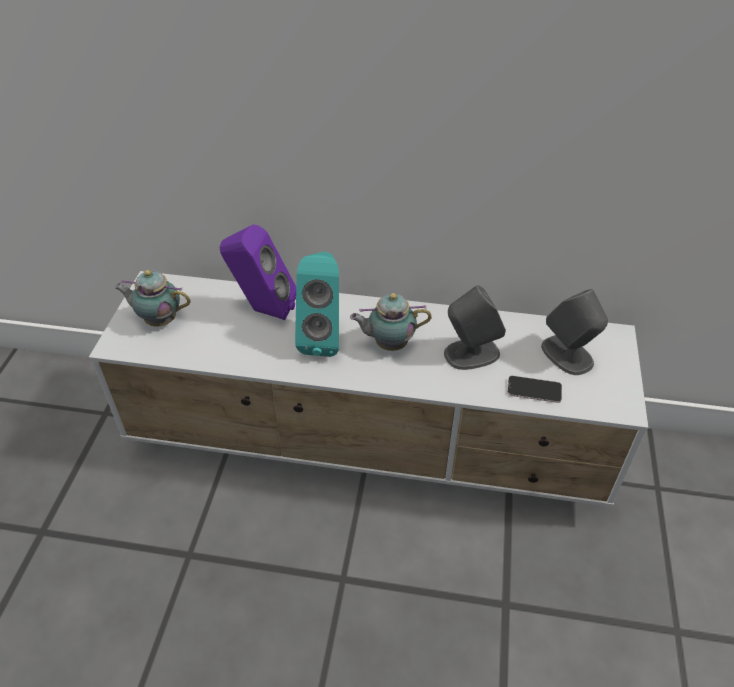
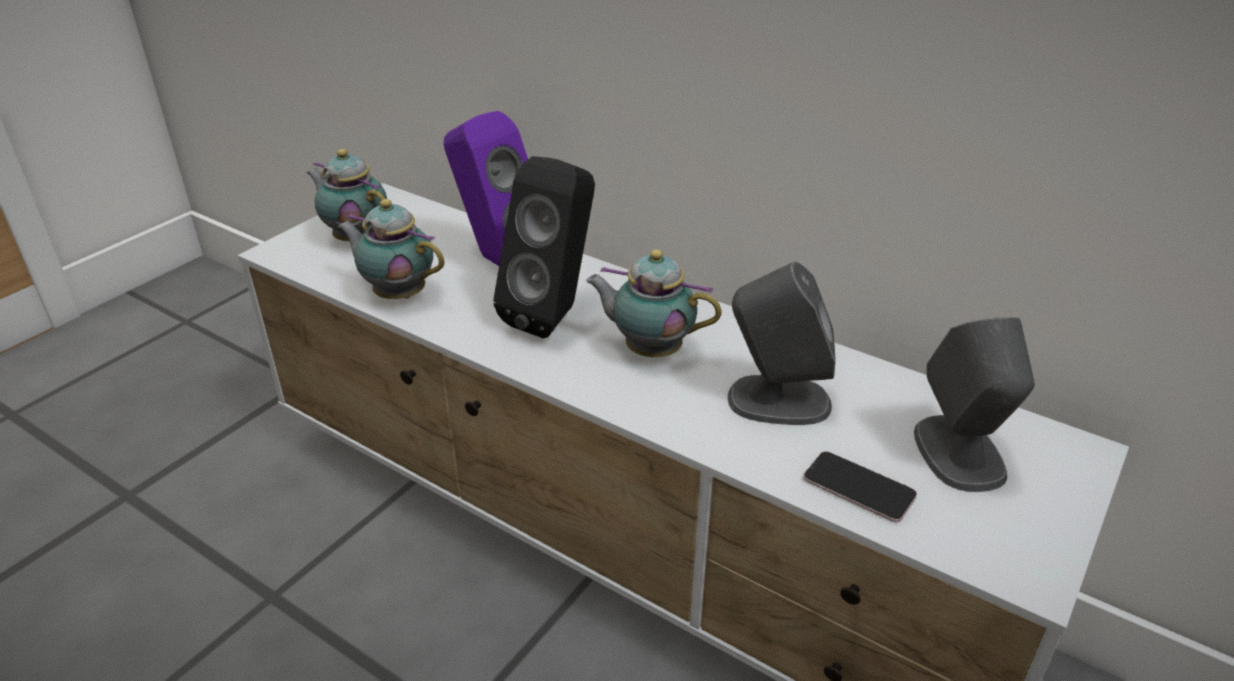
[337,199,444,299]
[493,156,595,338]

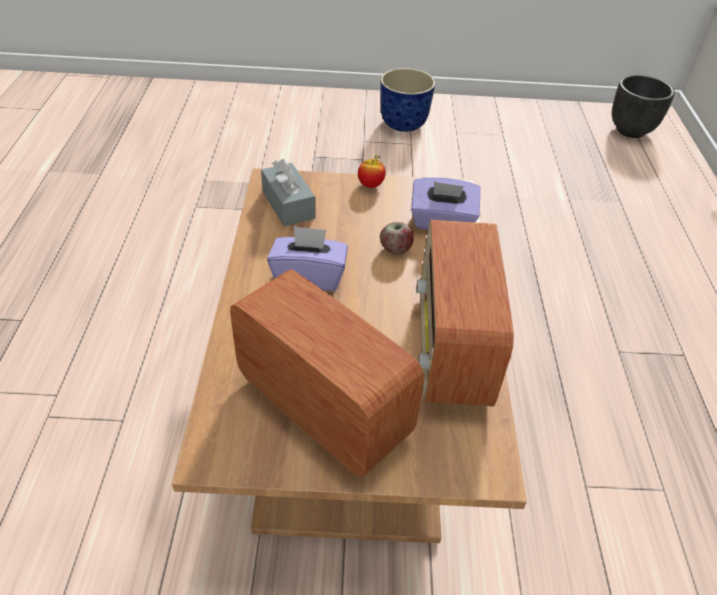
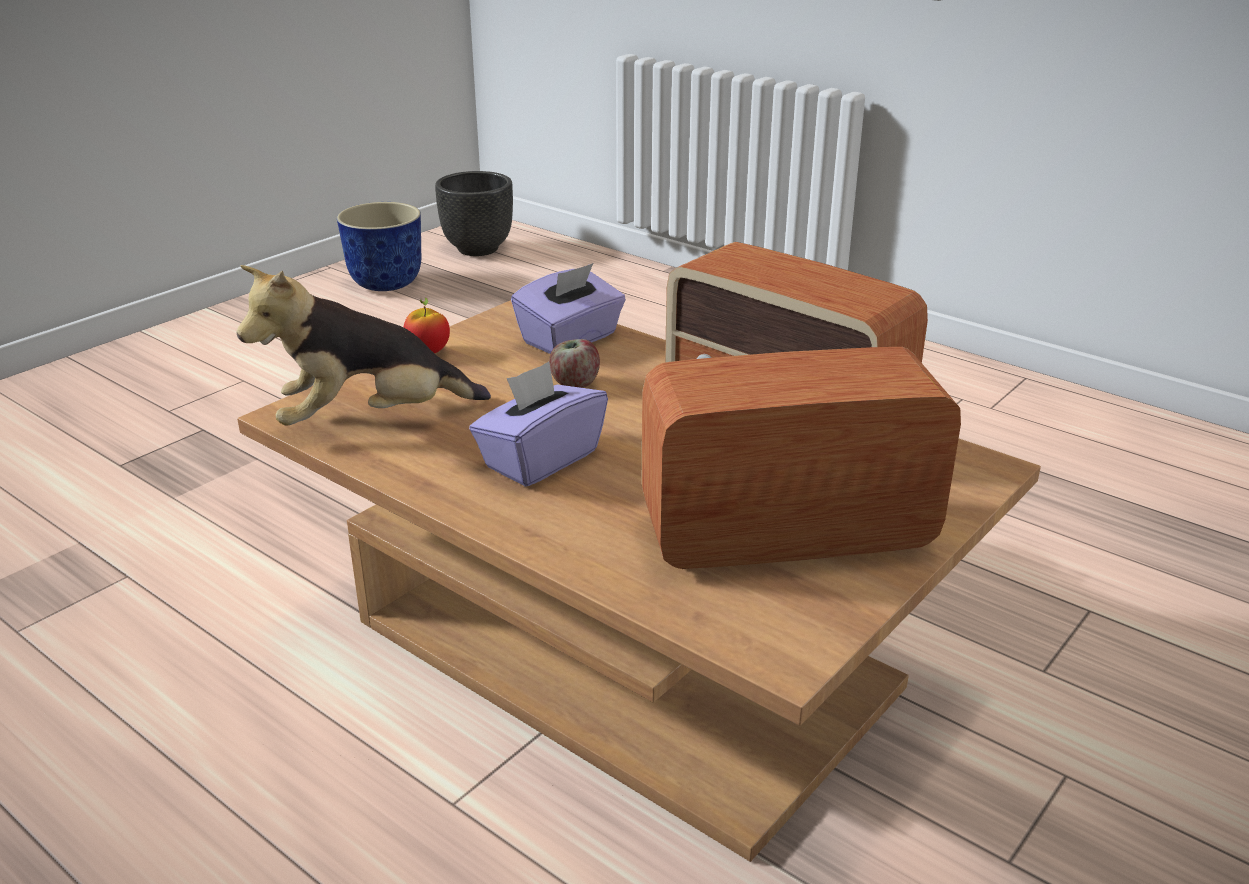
[337,202,421,291]
[237,265,491,426]

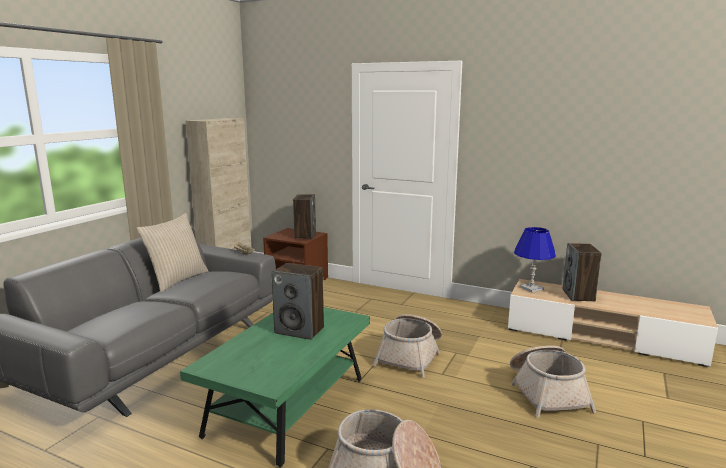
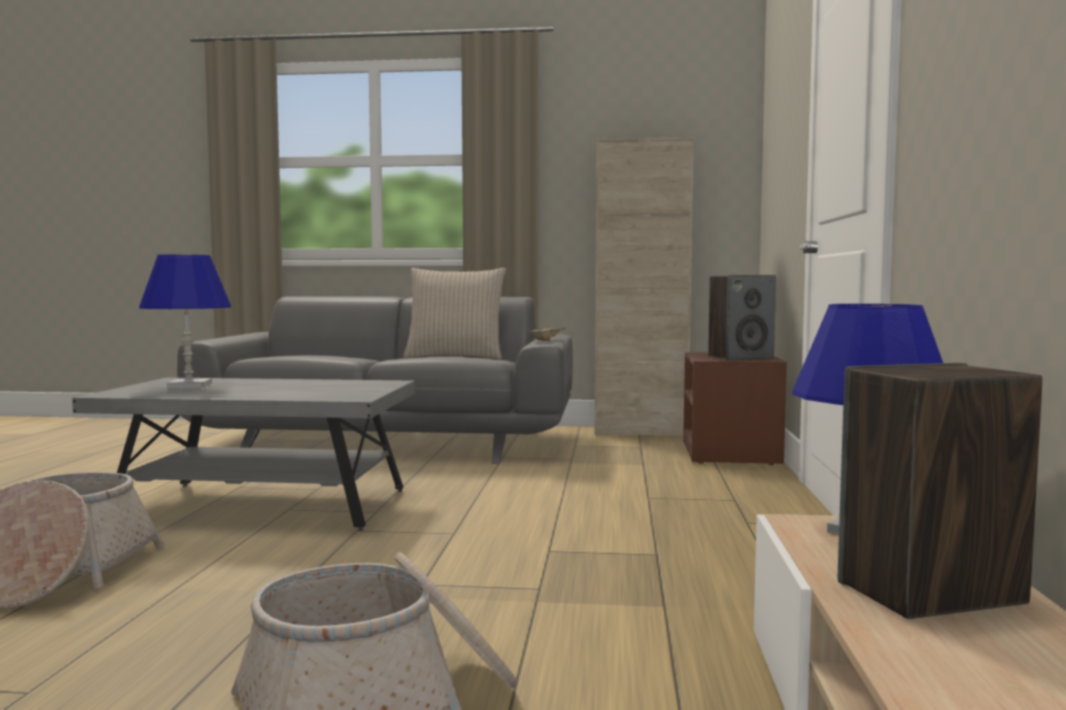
[271,263,324,340] (first image)
[373,314,442,378] (first image)
[139,254,231,388]
[72,377,415,531]

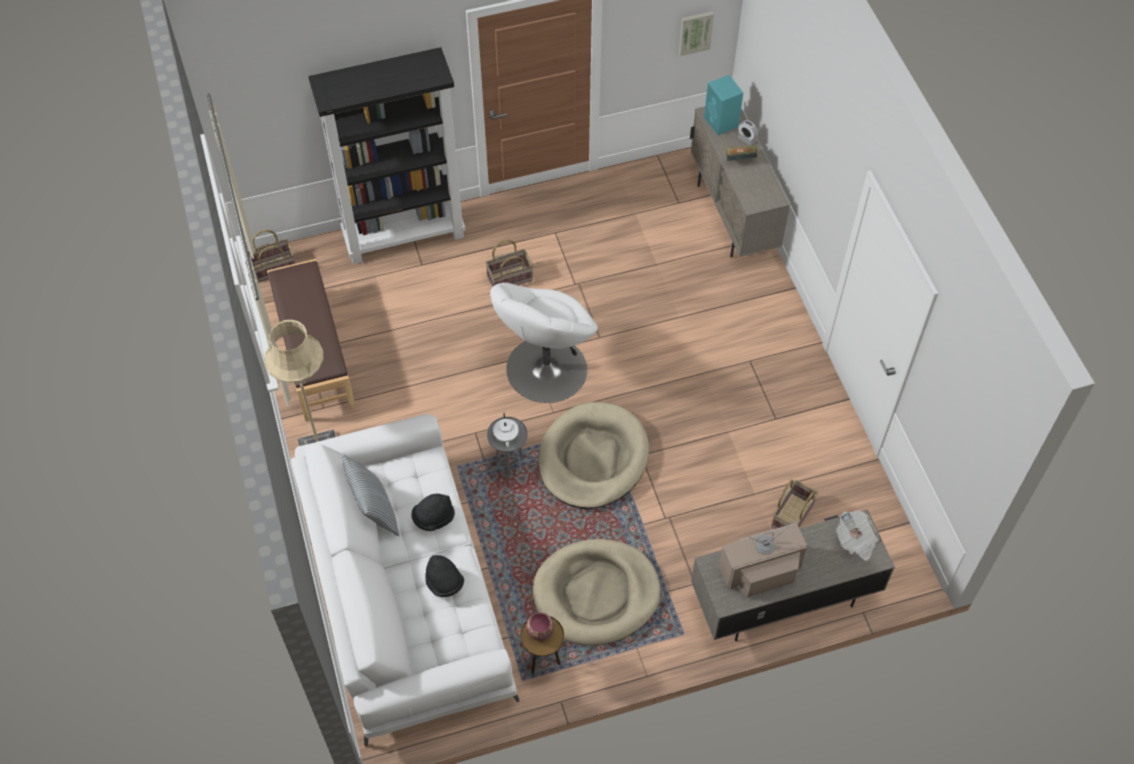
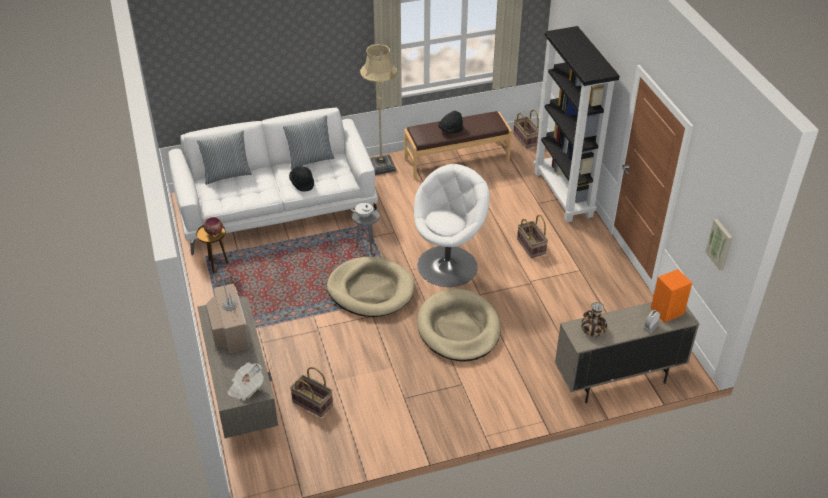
[726,145,757,161] (first image)
[197,130,252,185]
[581,302,607,337]
[438,111,463,134]
[417,288,501,361]
[651,269,692,323]
[414,164,490,287]

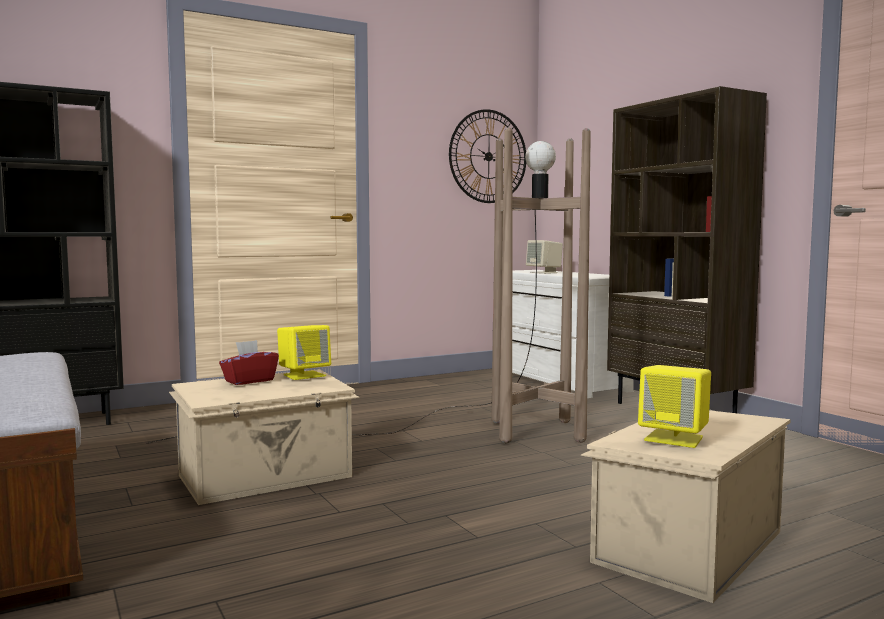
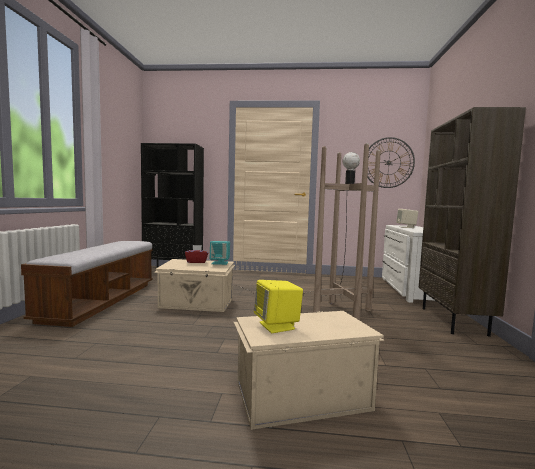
[210,241,230,265]

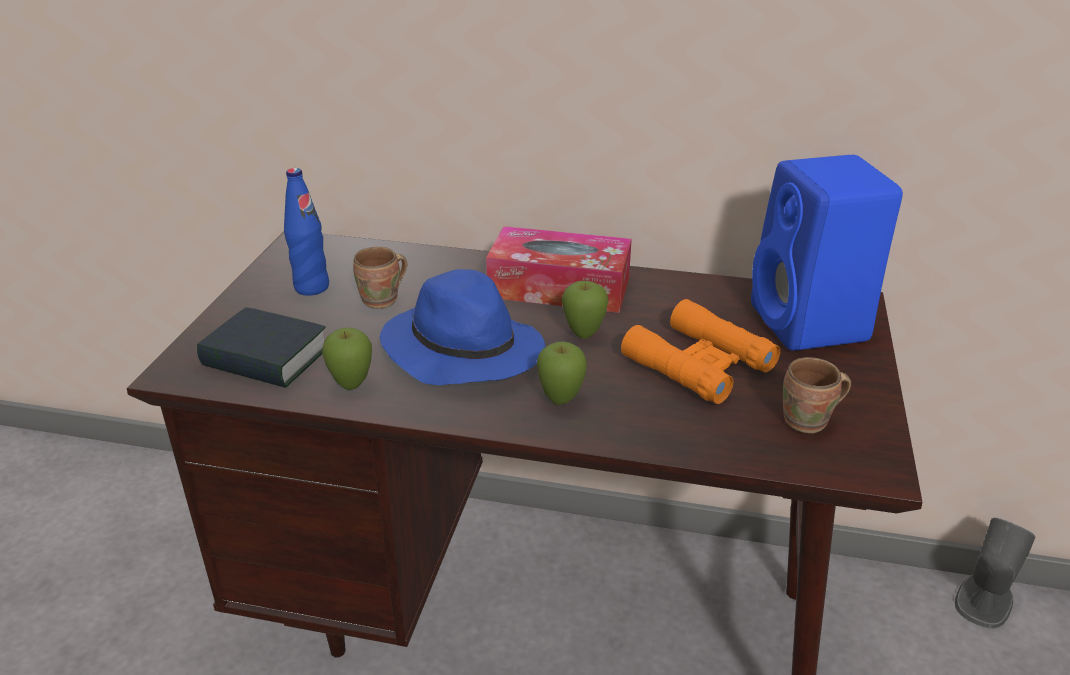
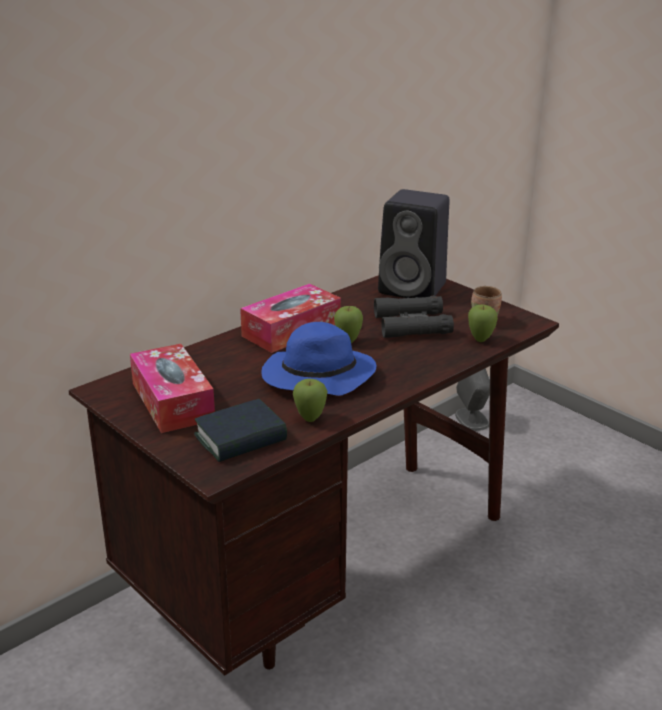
[353,247,407,309] (first image)
[468,305,498,342]
[130,344,215,433]
[374,296,454,338]
[378,189,449,298]

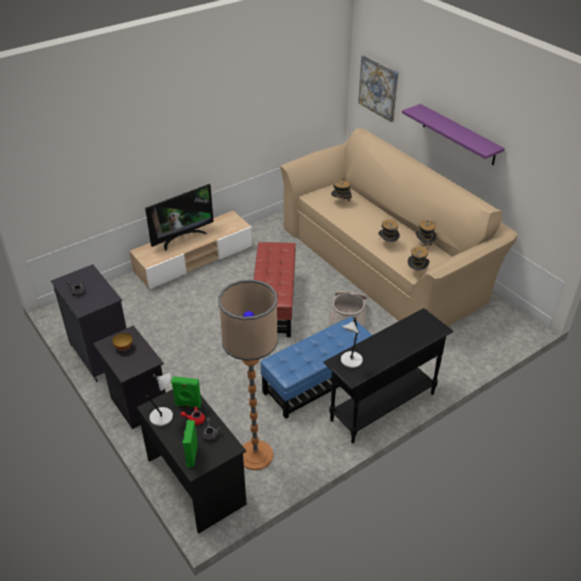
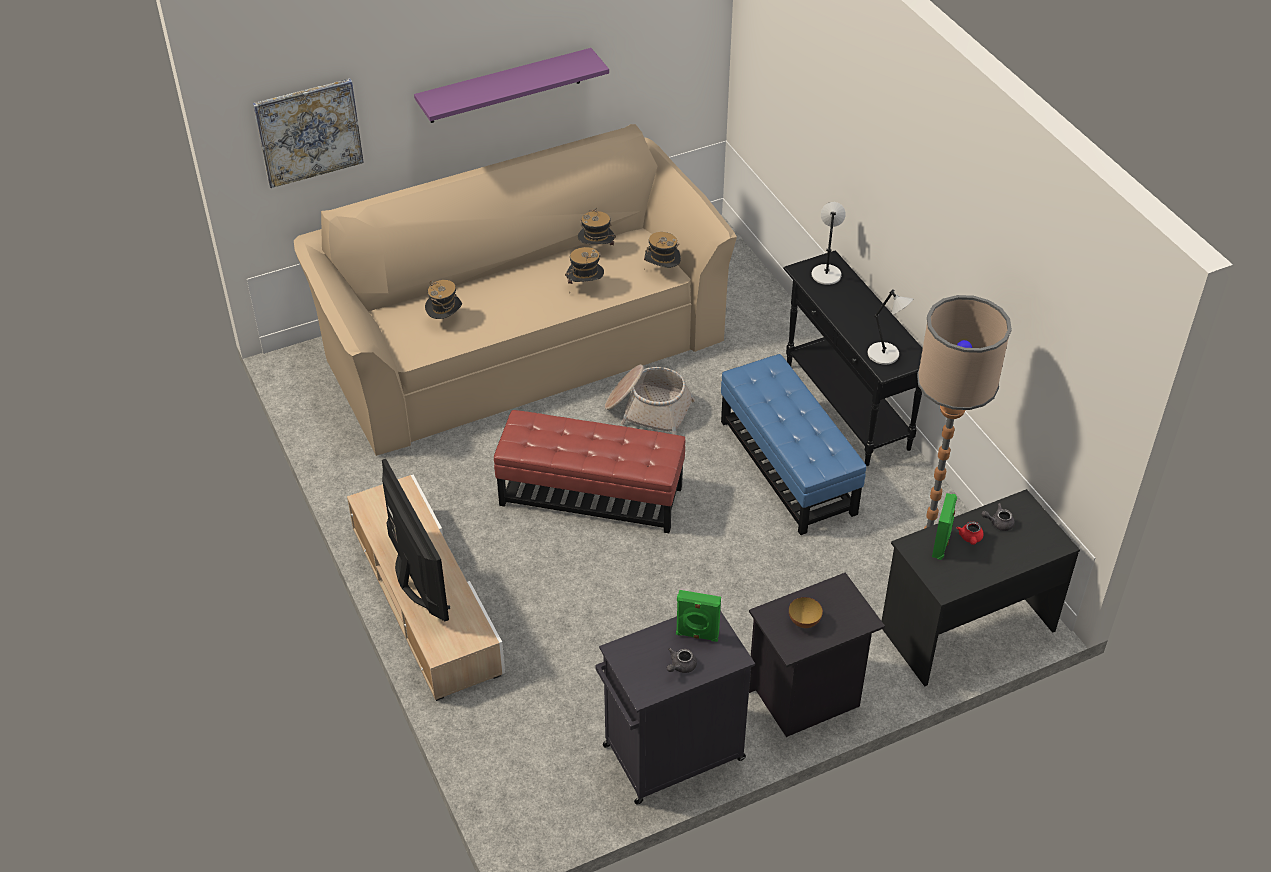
[812,202,846,285]
[676,590,721,642]

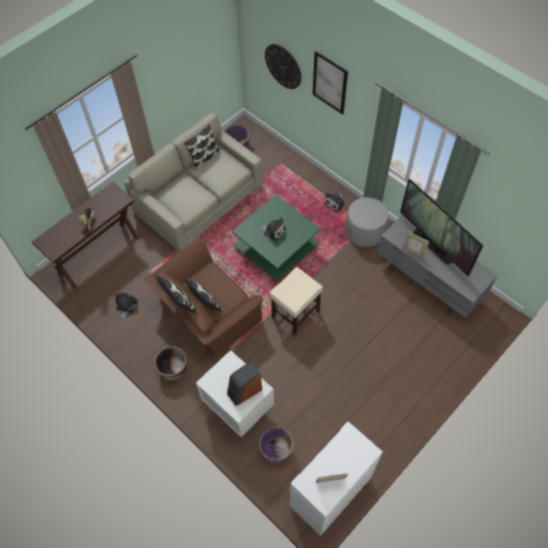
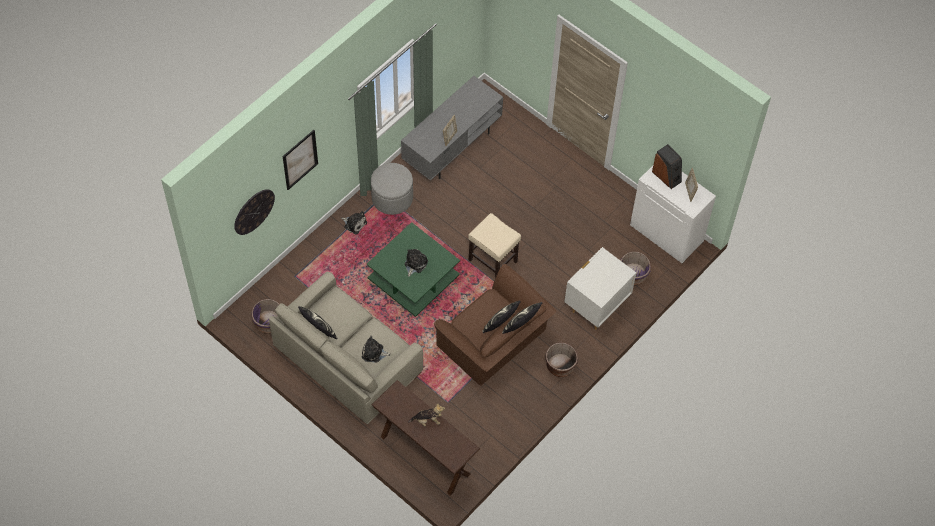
[400,179,483,276] (first image)
[362,336,391,363]
[652,144,682,189]

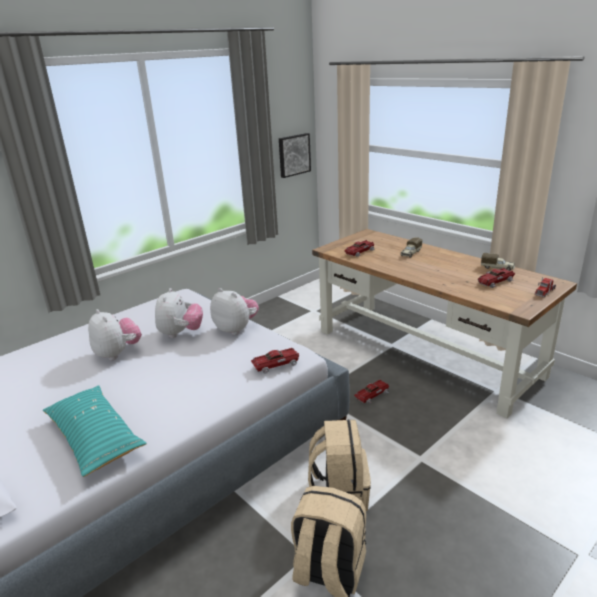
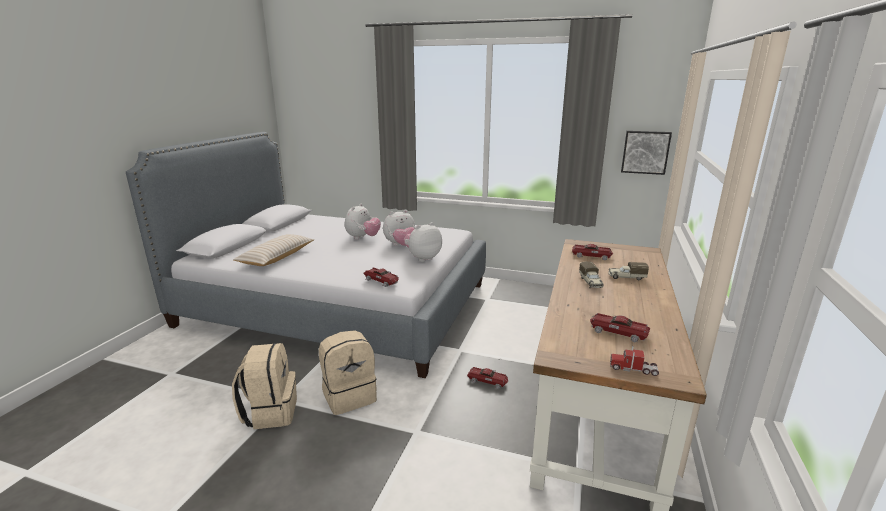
[579,261,604,288]
[233,234,314,266]
[404,222,442,262]

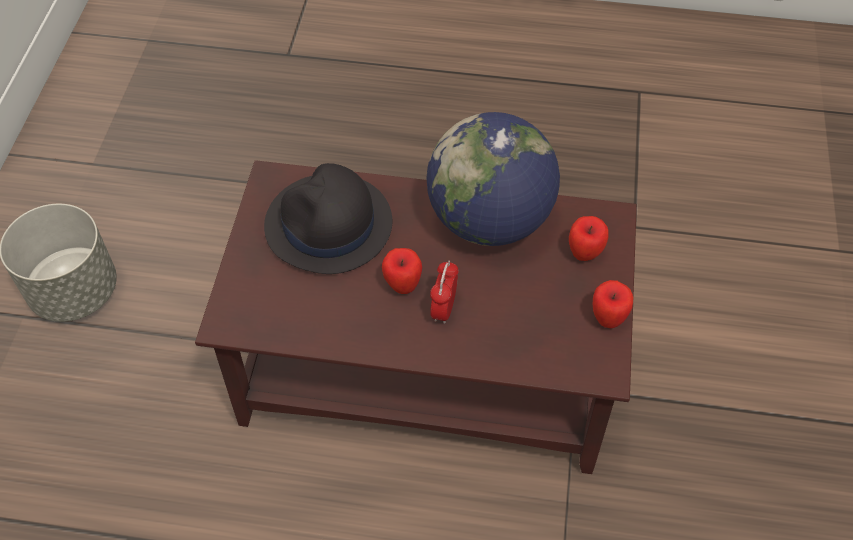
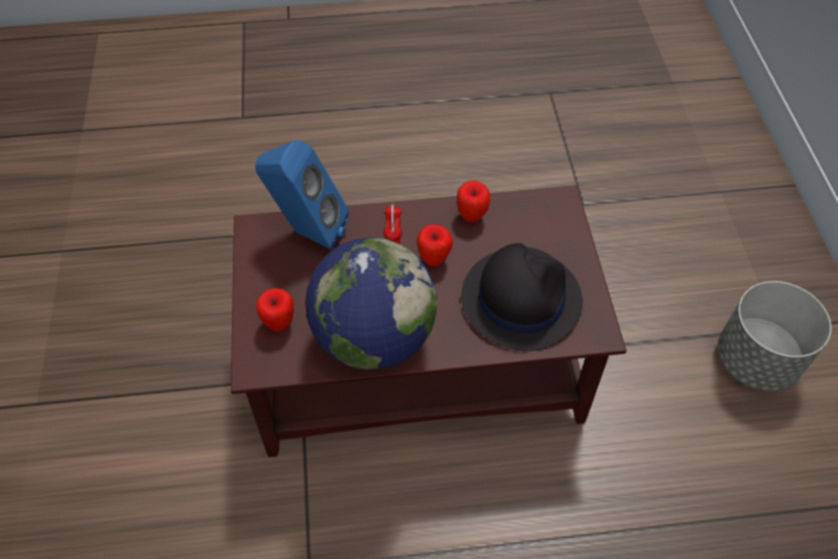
[255,140,349,250]
[457,180,490,222]

